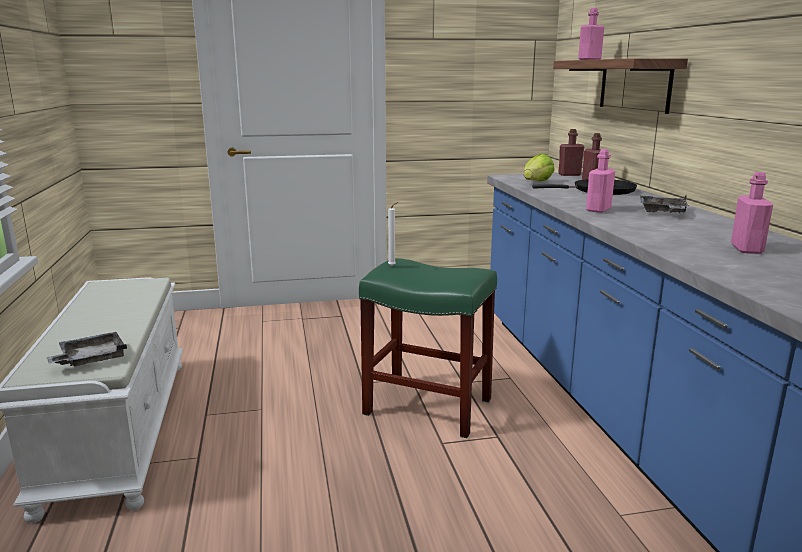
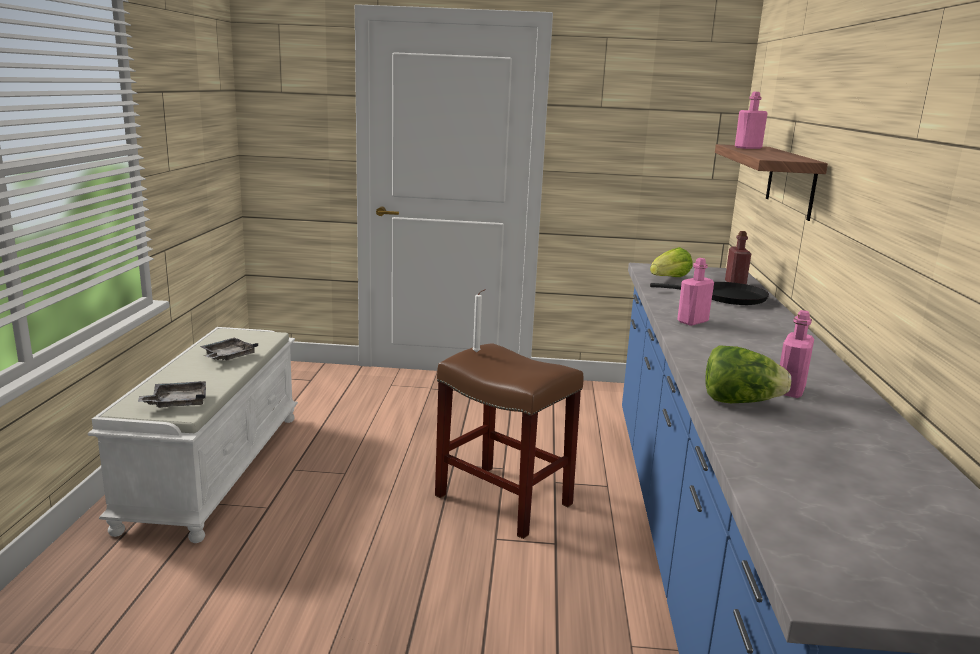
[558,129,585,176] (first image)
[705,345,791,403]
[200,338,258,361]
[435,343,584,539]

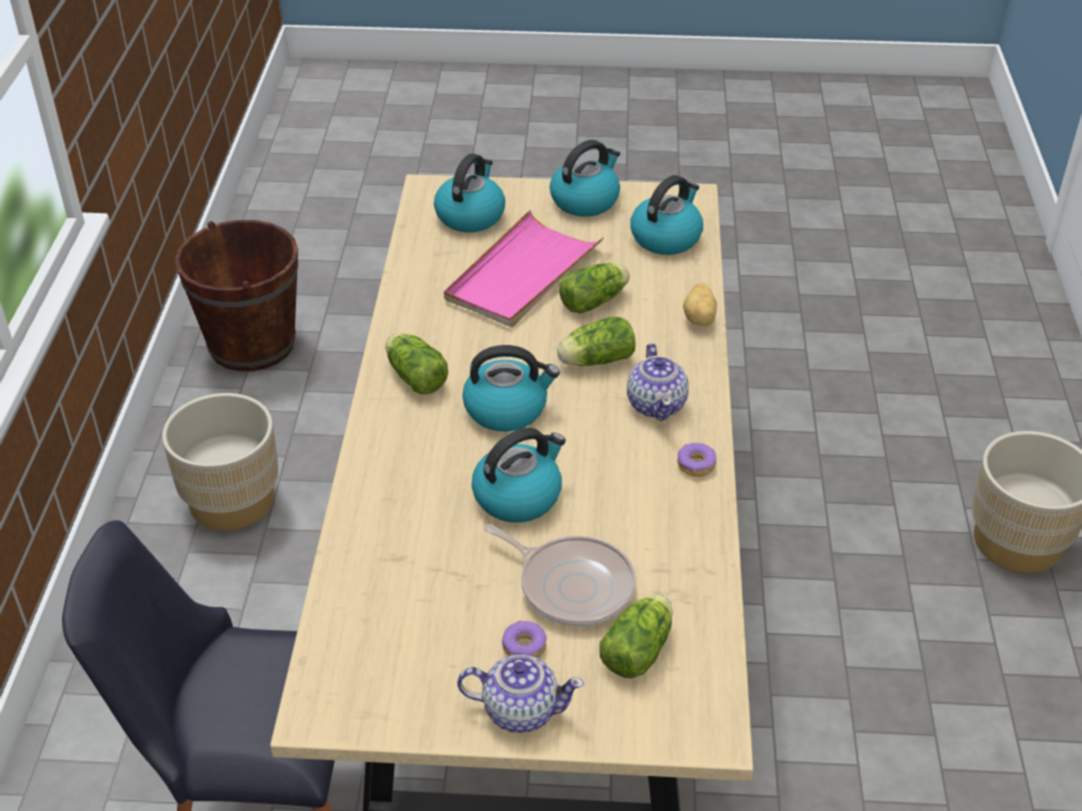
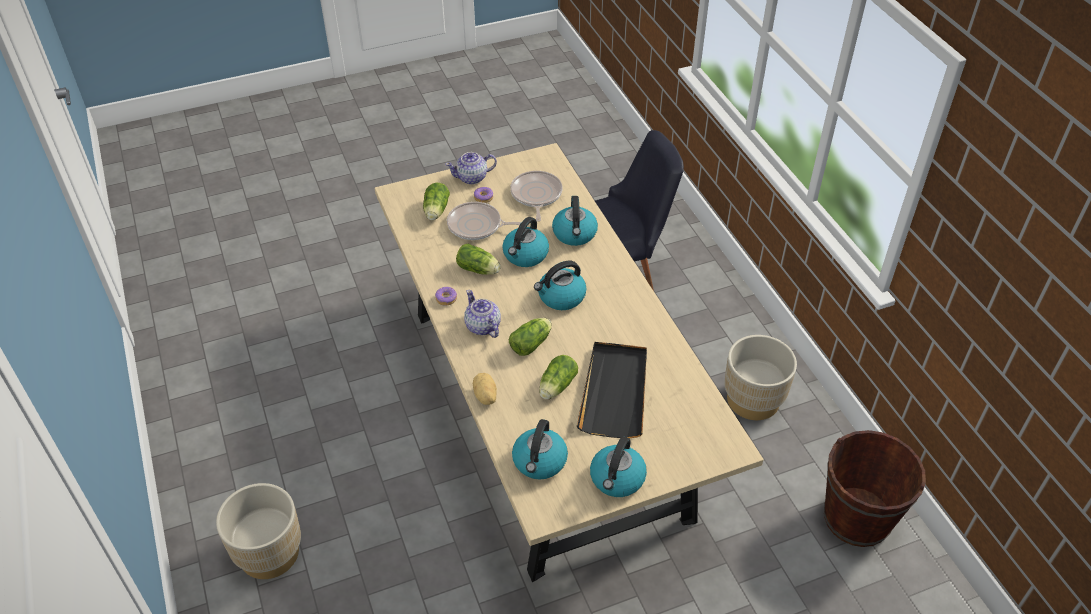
[510,171,563,222]
[456,244,501,275]
[552,196,598,246]
[577,342,647,438]

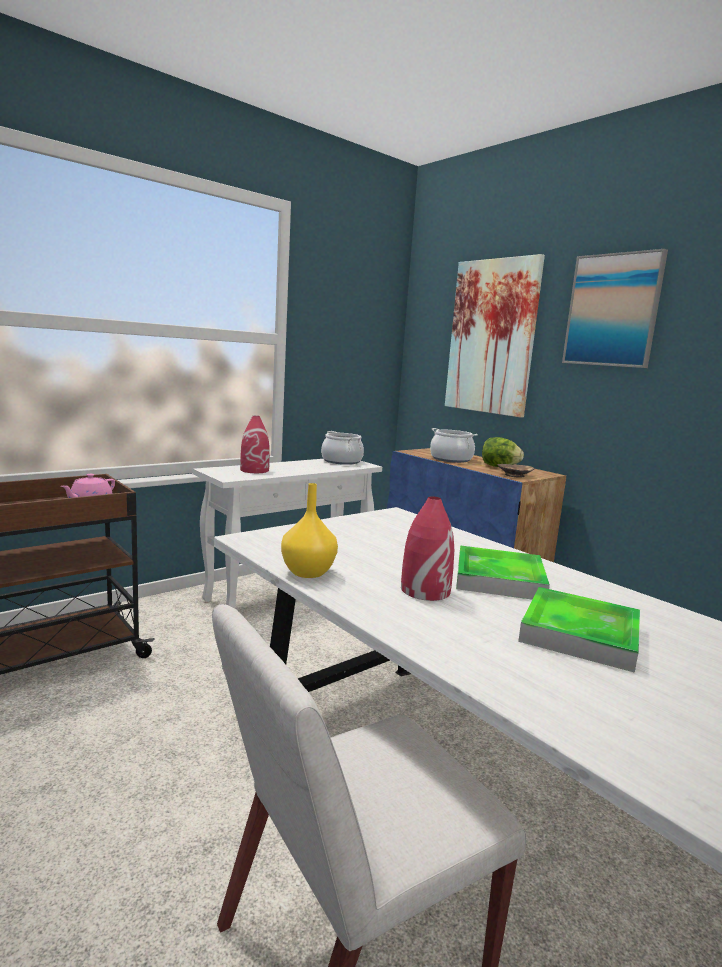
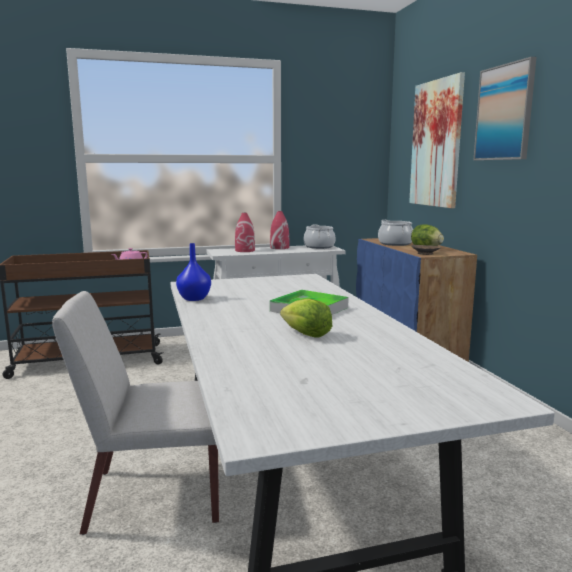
[270,211,289,249]
[280,298,332,337]
[176,243,211,301]

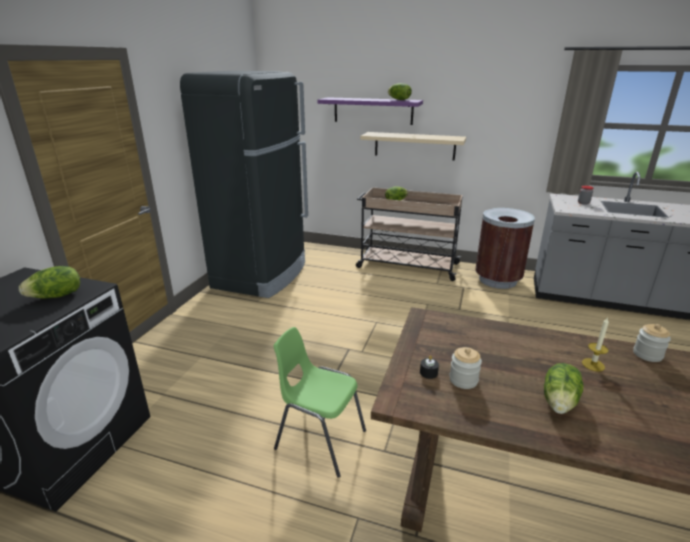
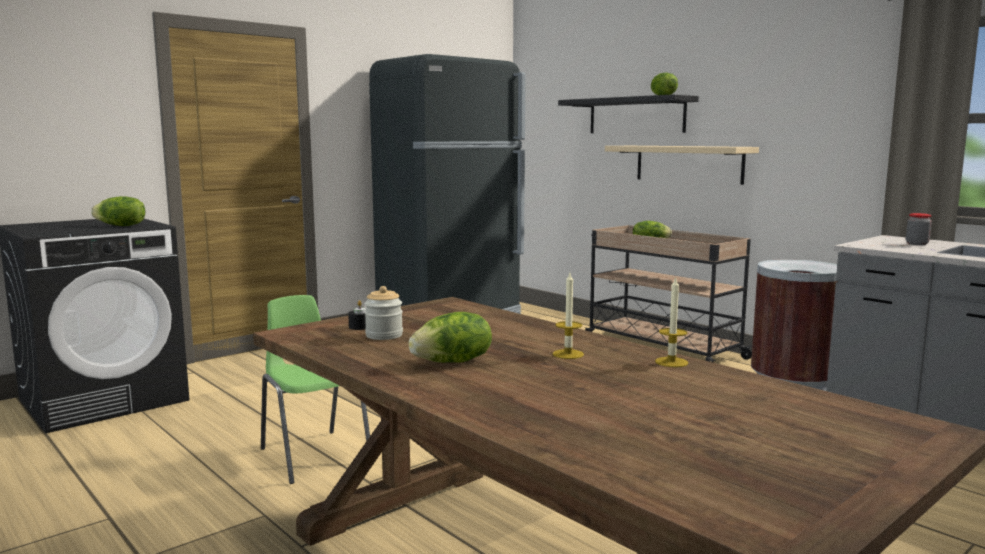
[655,276,688,367]
[558,94,699,133]

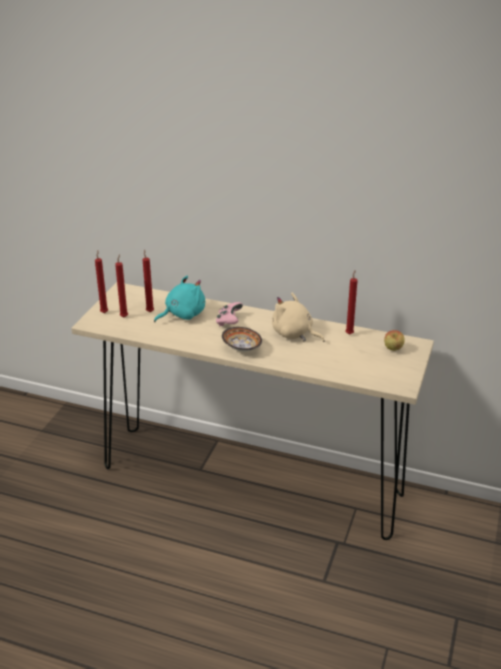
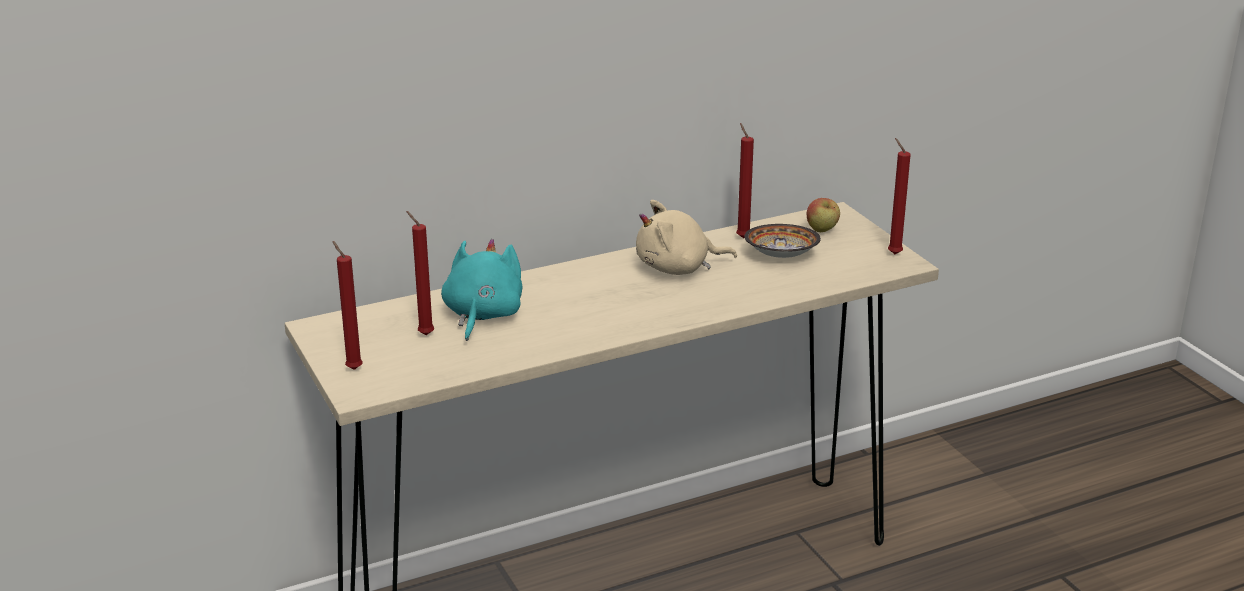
[216,302,243,326] (first image)
[888,138,911,254]
[744,224,821,258]

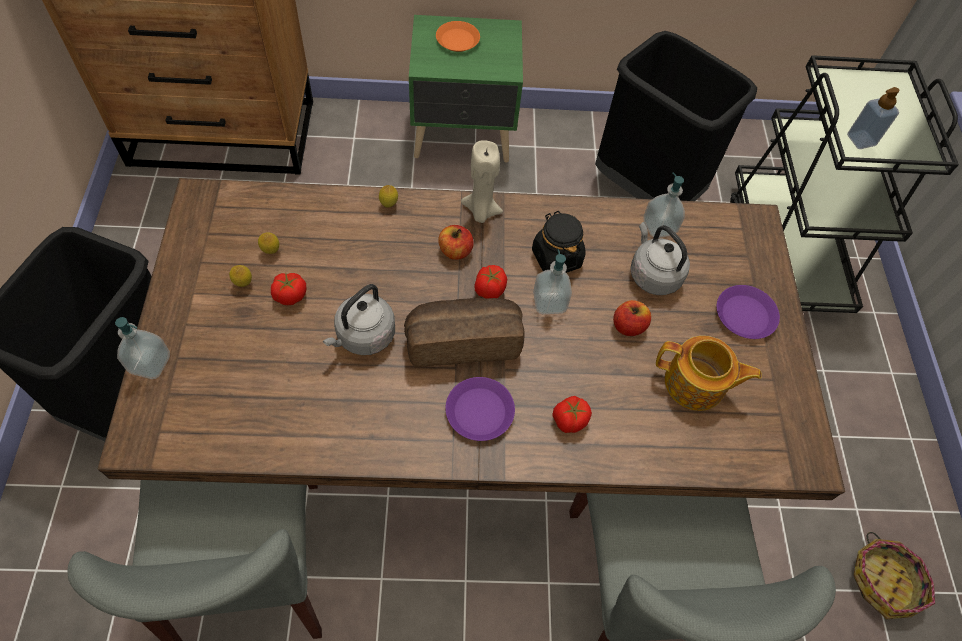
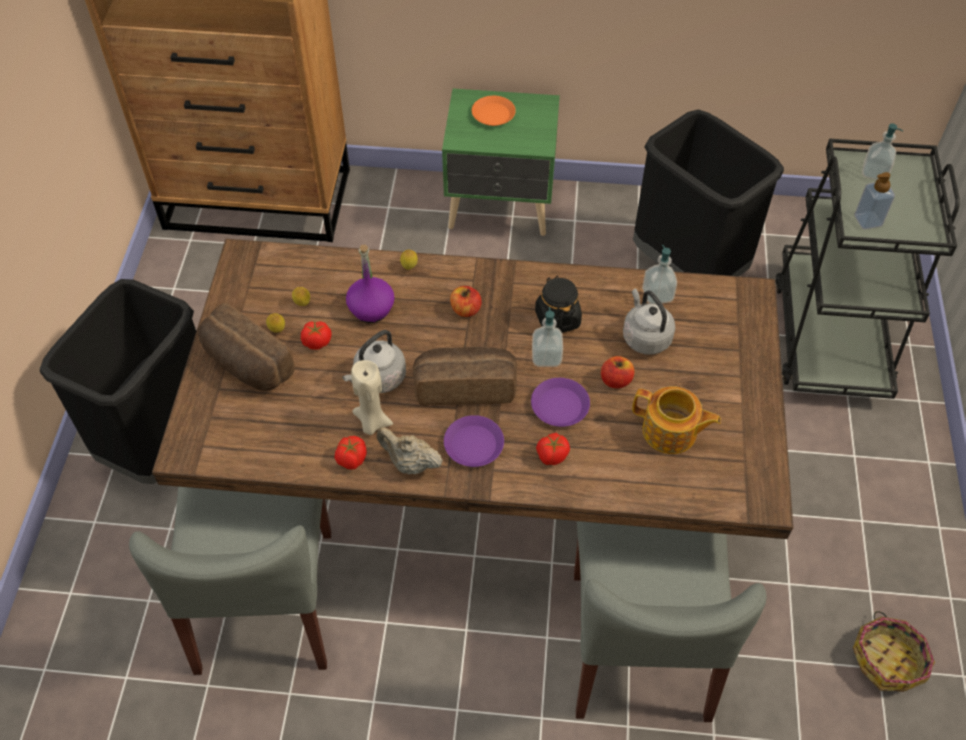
[198,302,295,391]
[346,245,395,323]
[376,427,443,474]
[862,123,903,180]
[351,360,393,435]
[335,436,367,470]
[531,378,590,427]

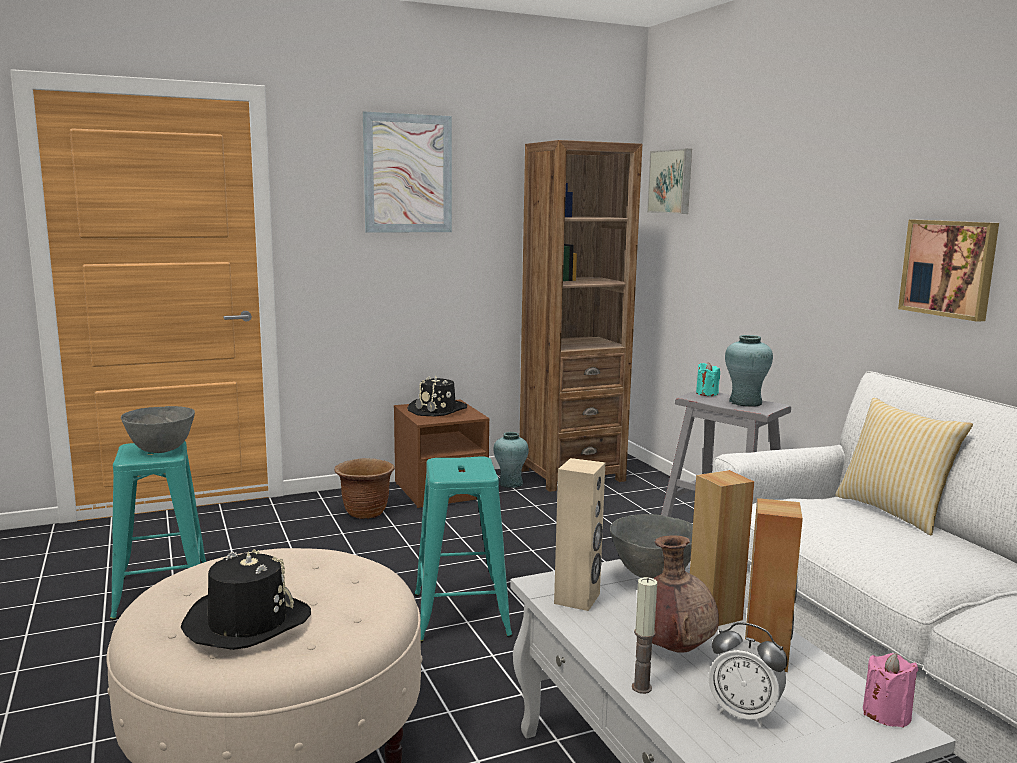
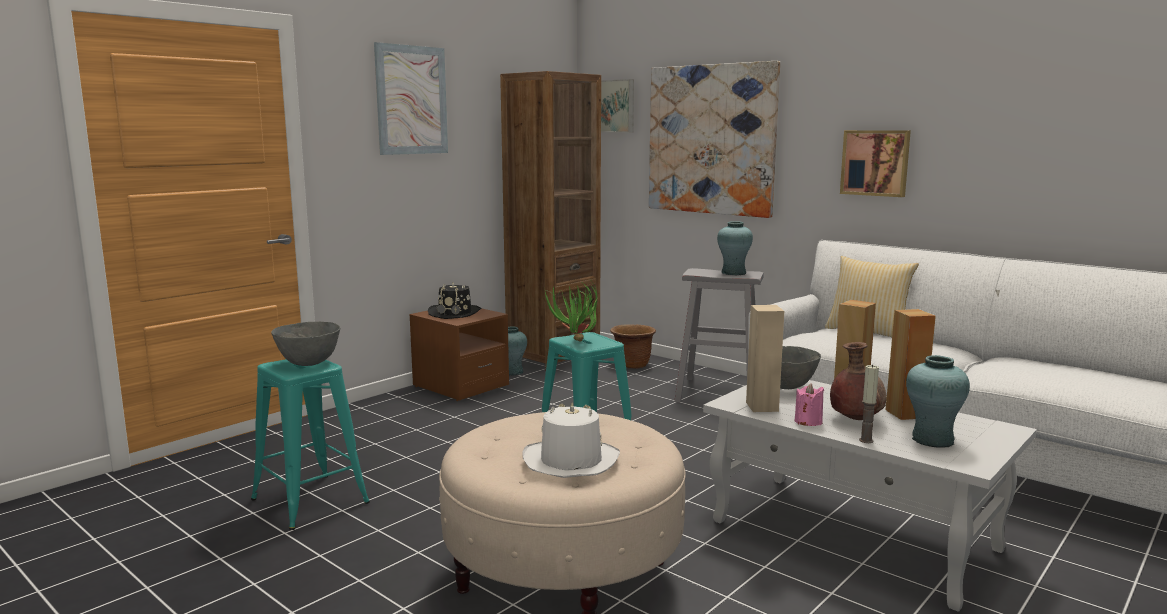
[696,362,720,396] (first image)
[545,282,599,342]
[649,61,780,218]
[610,324,656,369]
[795,383,824,426]
[906,355,970,448]
[523,403,620,478]

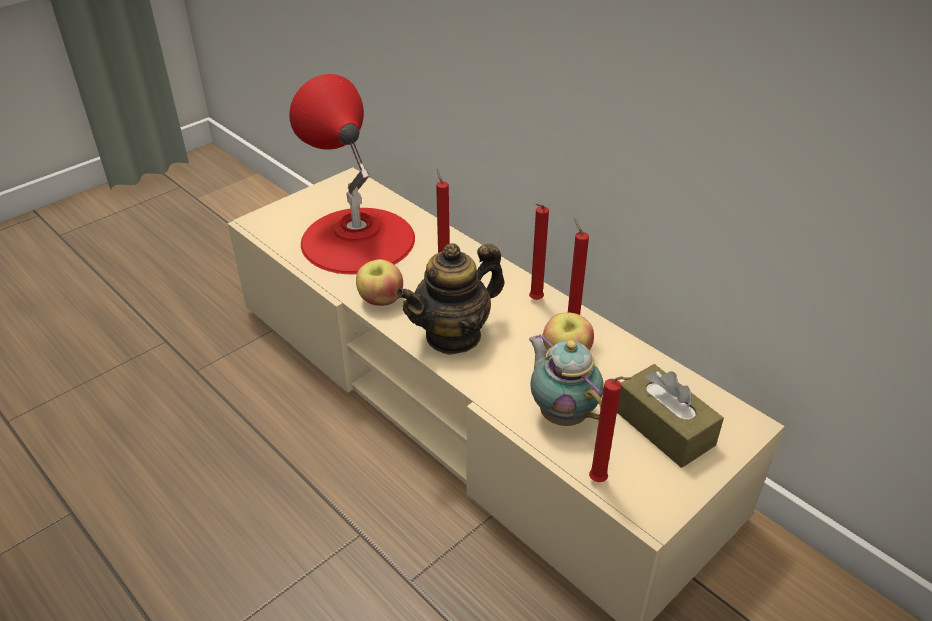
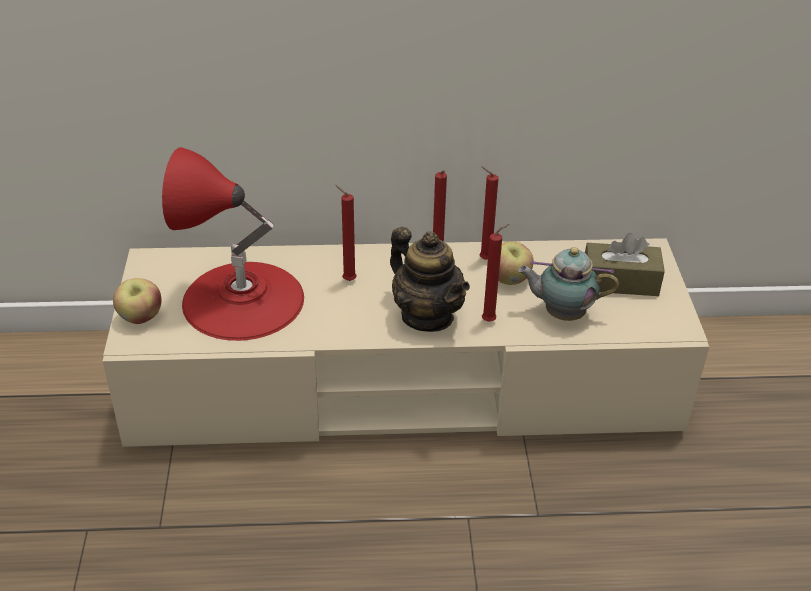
[113,278,161,324]
[482,224,509,322]
[390,227,470,332]

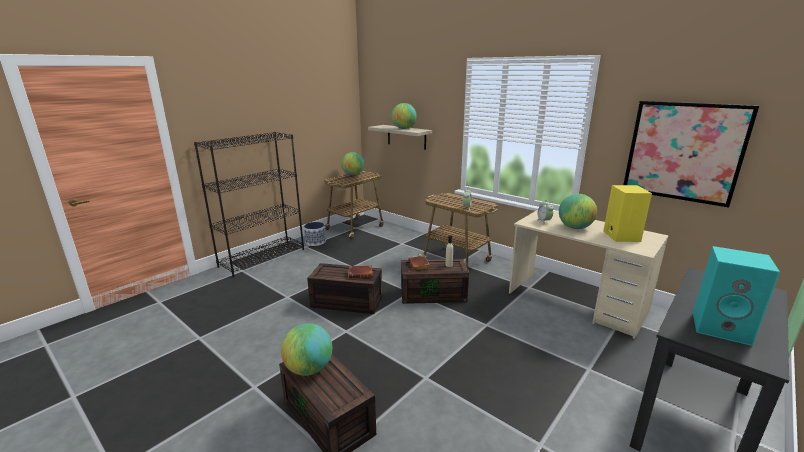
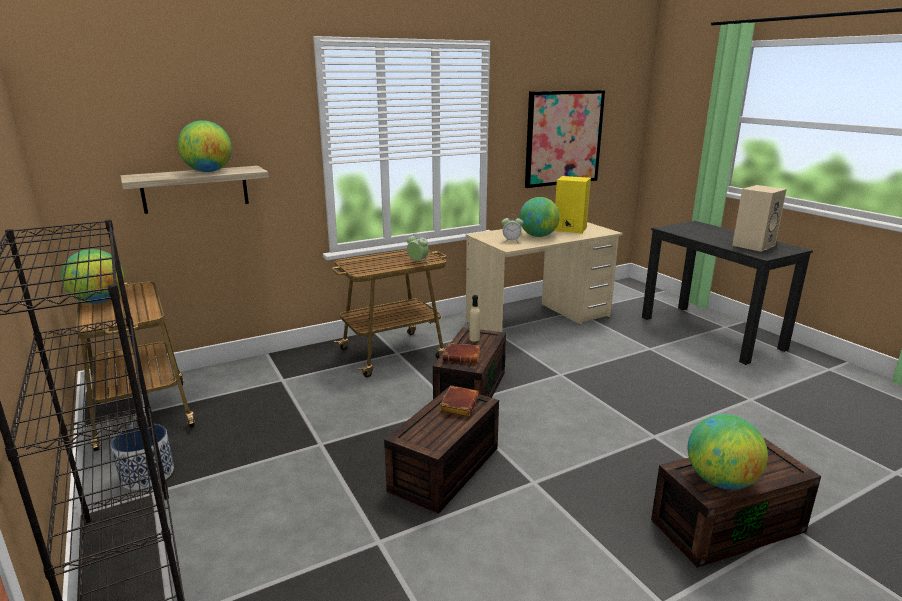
[732,185,787,252]

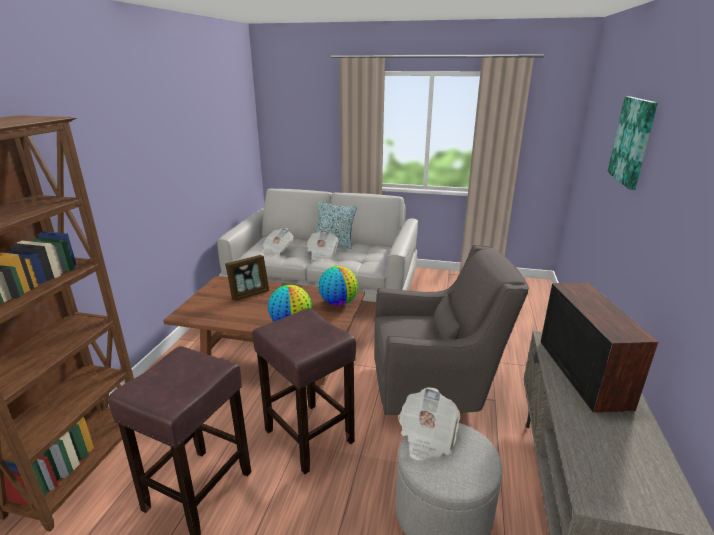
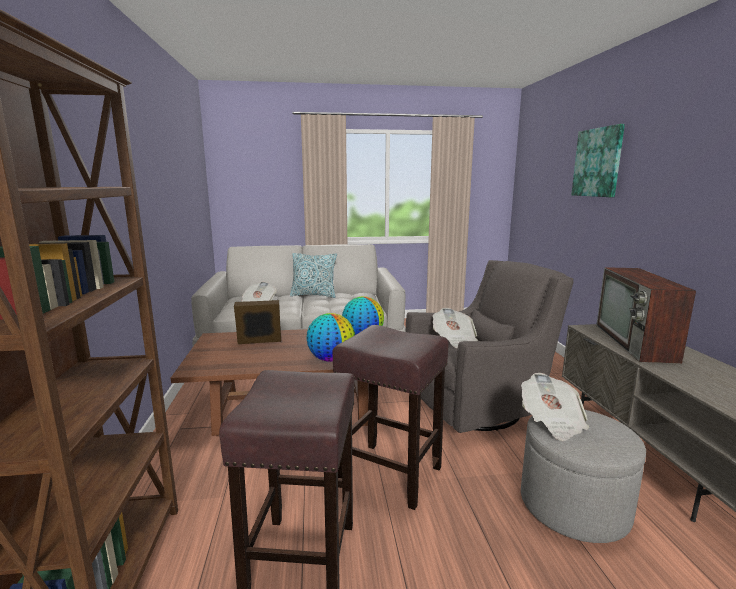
[433,308,478,349]
[234,300,281,344]
[596,267,696,364]

